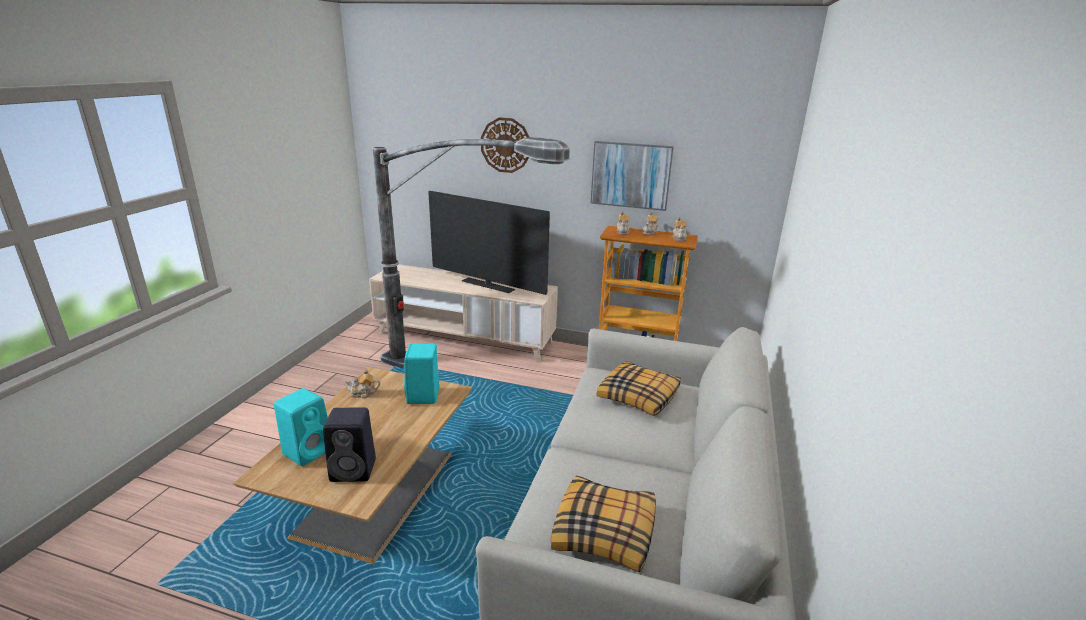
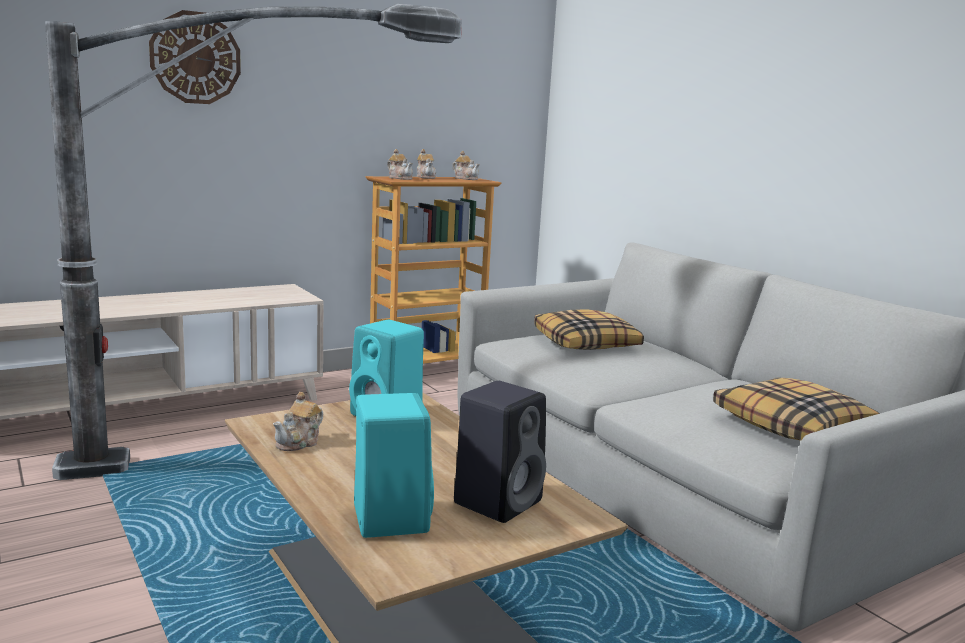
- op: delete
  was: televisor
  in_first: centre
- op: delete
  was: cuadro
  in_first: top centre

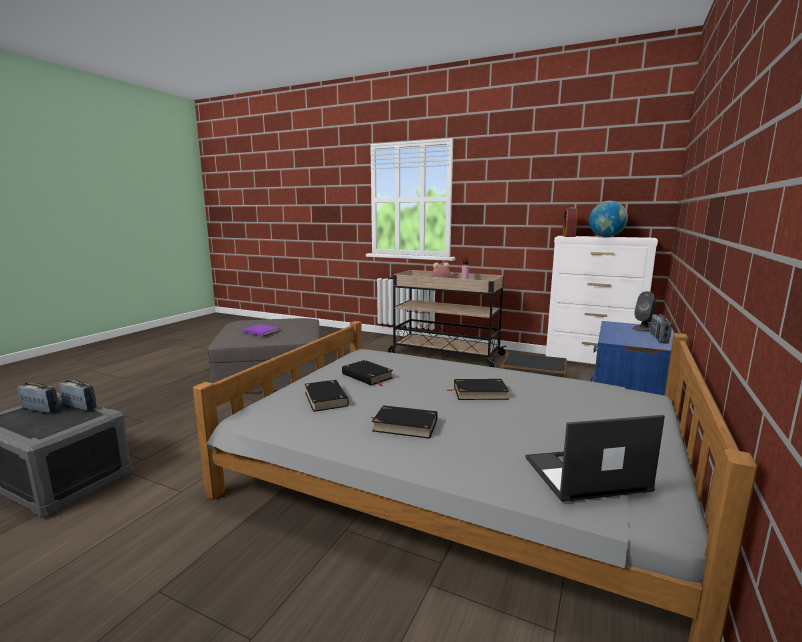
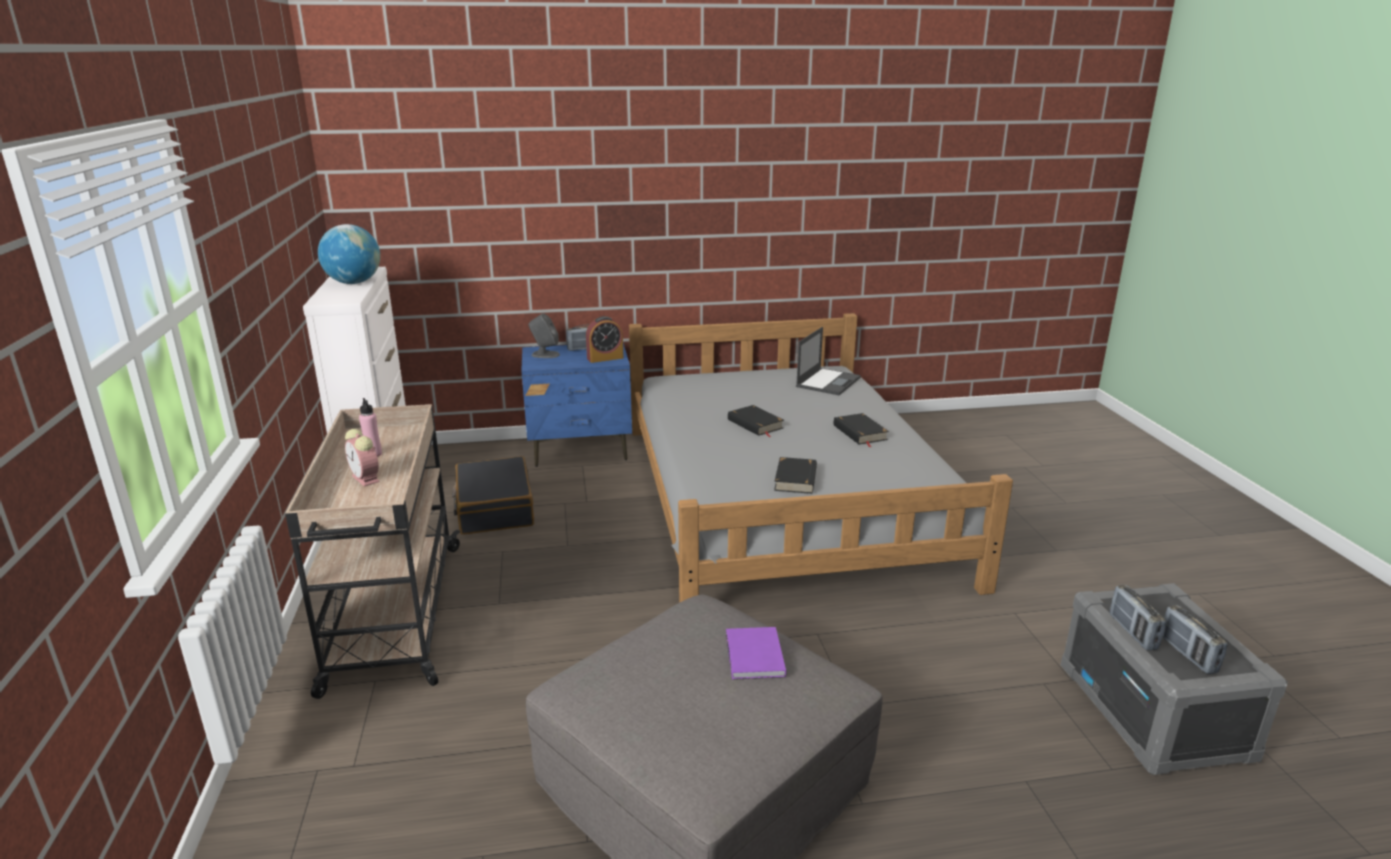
- op: delete
  was: libro (negro) (1st from left)
  in_first: centre
- op: rotate
  was: portátil
  in_first: bottom right
  in_second: centre
  clockwise: -105
- op: move
  was: despertador (2nd from left)
  in_first: middle right
  in_second: centre

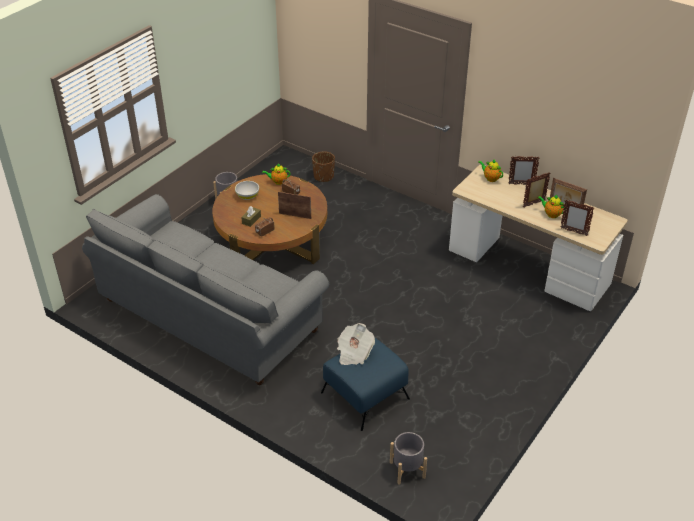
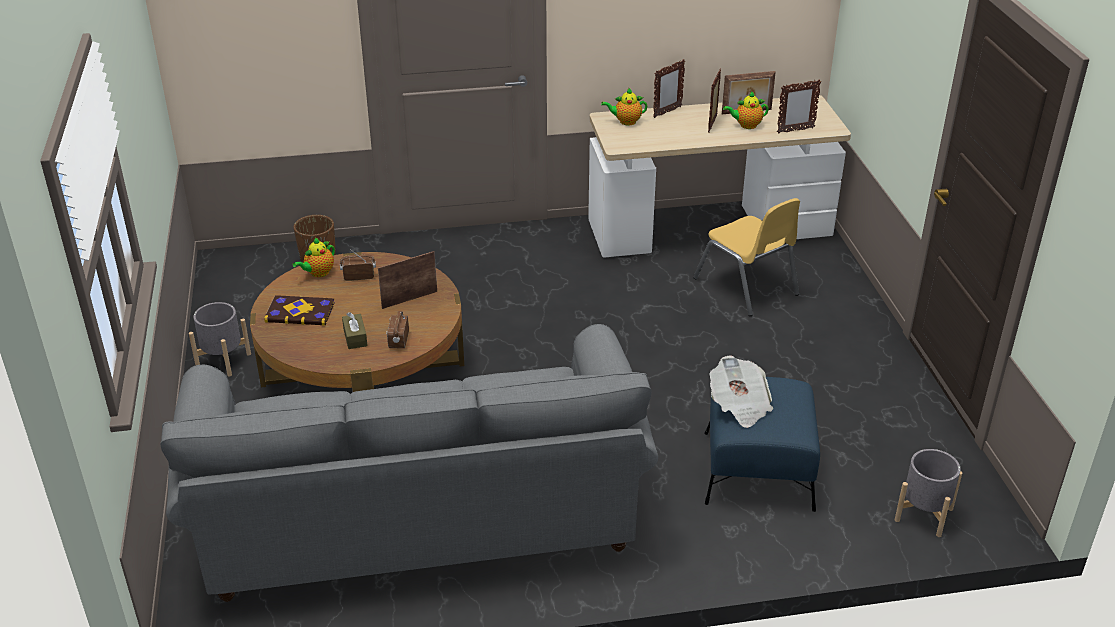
- op: replace
  was: cuenco (blanco)
  now: libro
  in_first: centre
  in_second: middle left
- op: insert
  now: silla (amarillo)
  in_second: middle right

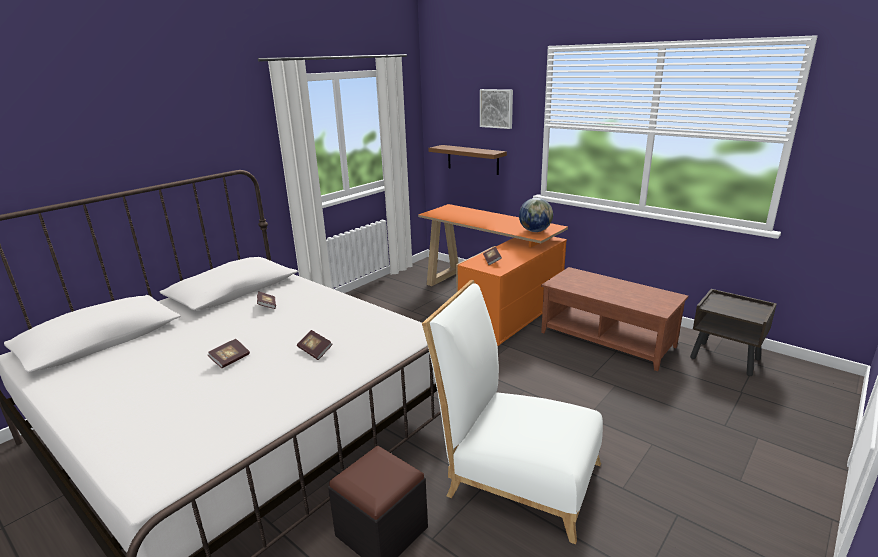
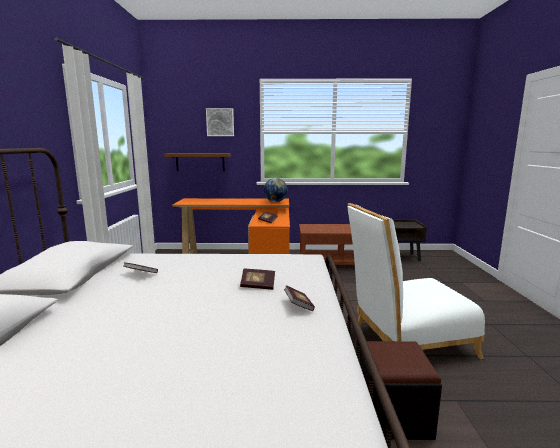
- op: move
  was: libro (1st from left in the first image)
  now: libro (4th from left)
  in_first: middle left
  in_second: centre

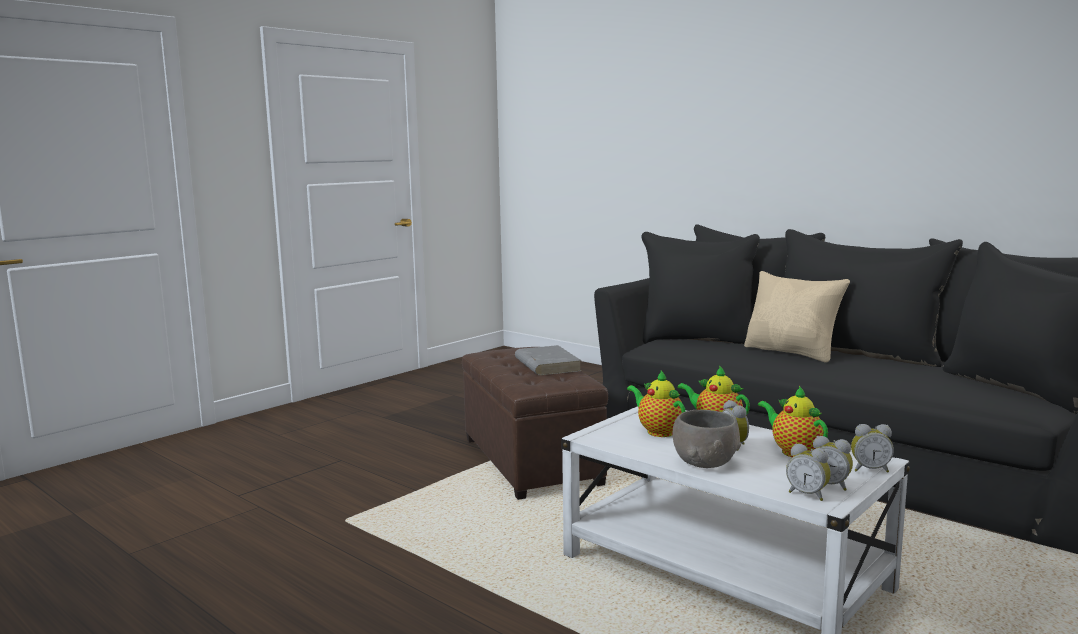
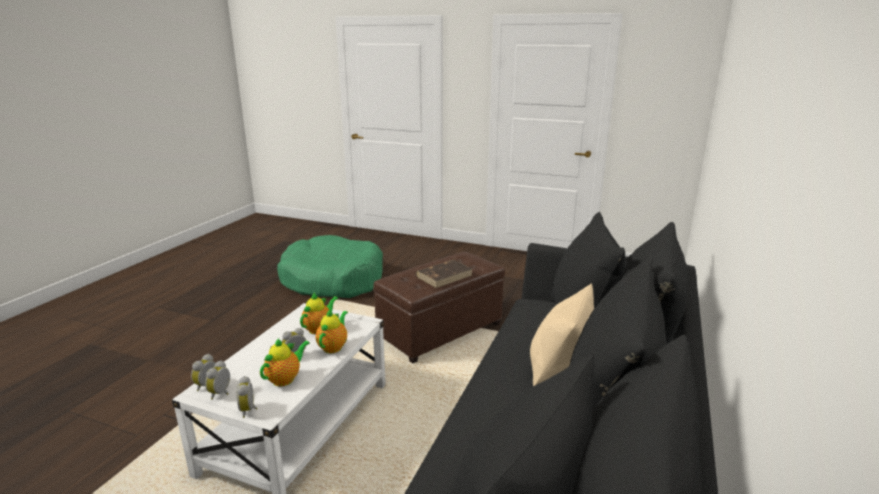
- op: recolor
  was: libro (gris)
  now: libro (marrón)
  in_first: centre
  in_second: centre
- op: delete
  was: cuenco (gris)
  in_first: bottom centre
- op: insert
  now: cama para perro (verde)
  in_second: centre

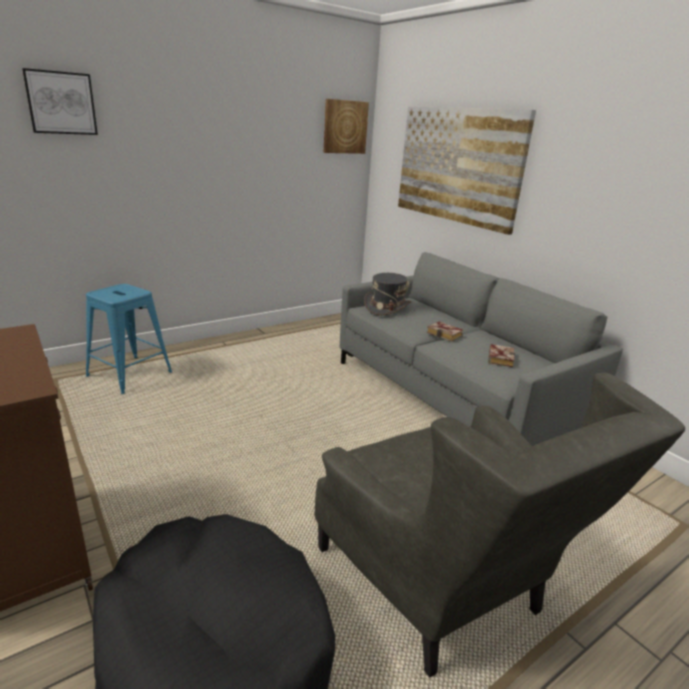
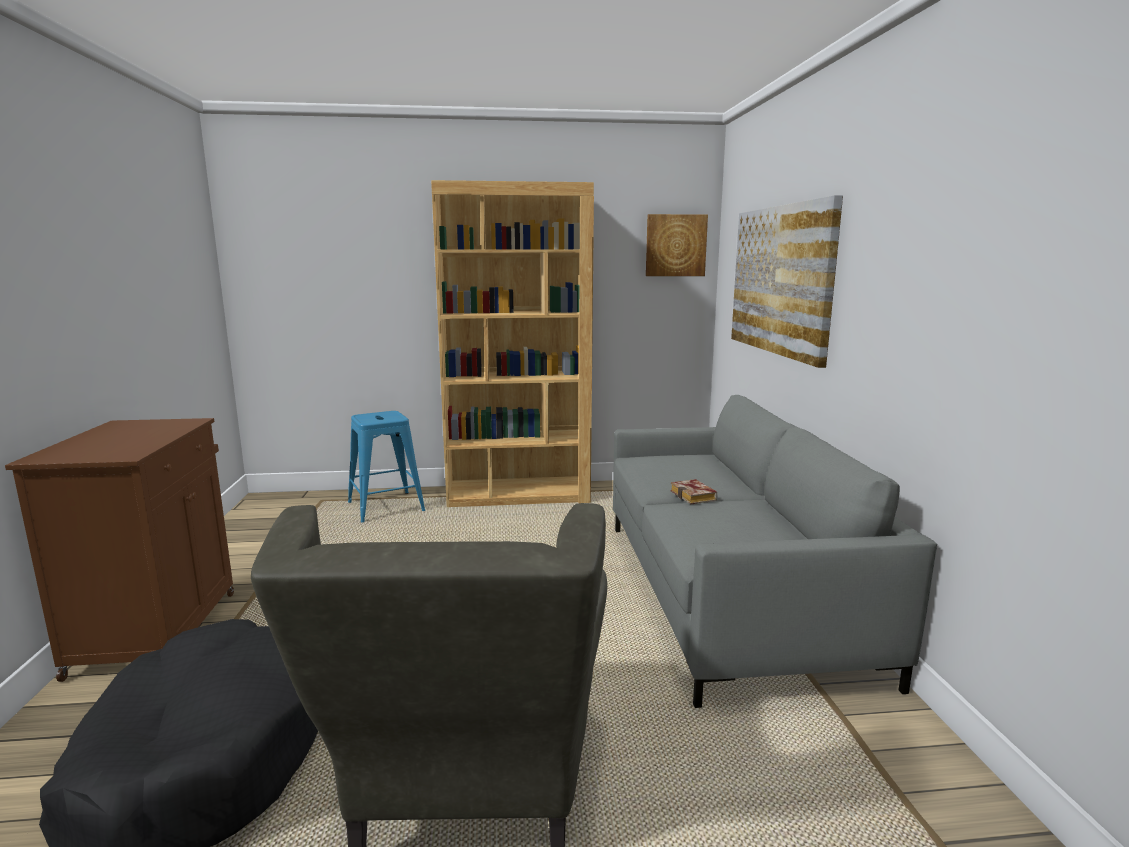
- op: delete
  was: cuadro (1st from left)
  in_first: top left
- op: delete
  was: sombrero (gris)
  in_first: centre
- op: delete
  was: libro (2nd from left)
  in_first: middle right
- op: insert
  now: estantería (marrón)
  in_second: centre

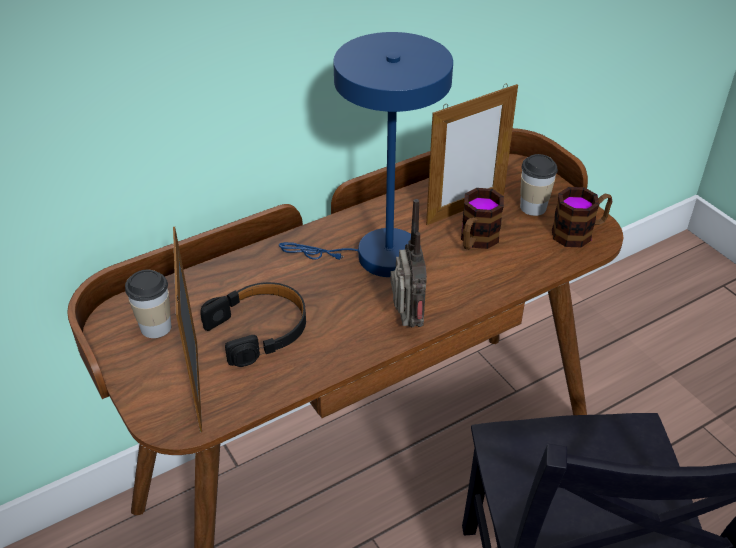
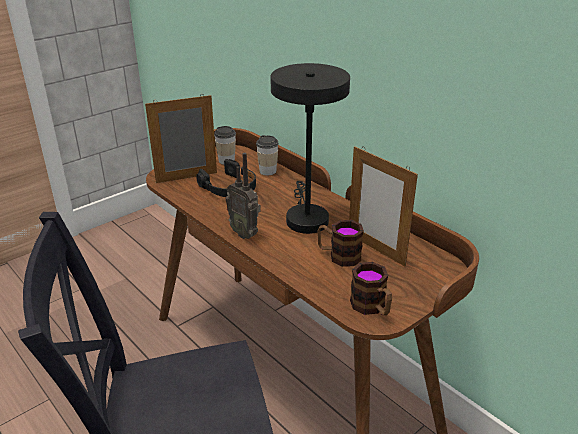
- op: recolor
  was: lámpara de mesa (azul)
  now: lámpara de mesa (negro)
  in_first: top centre
  in_second: centre
- op: rotate
  was: radio
  in_first: centre
  in_second: centre
  clockwise: 60
- op: move
  was: taza (2nd from left)
  in_first: middle right
  in_second: centre

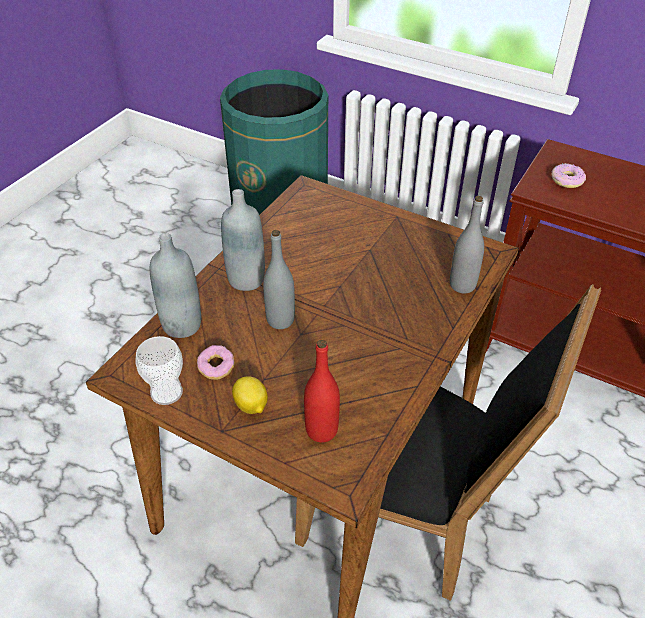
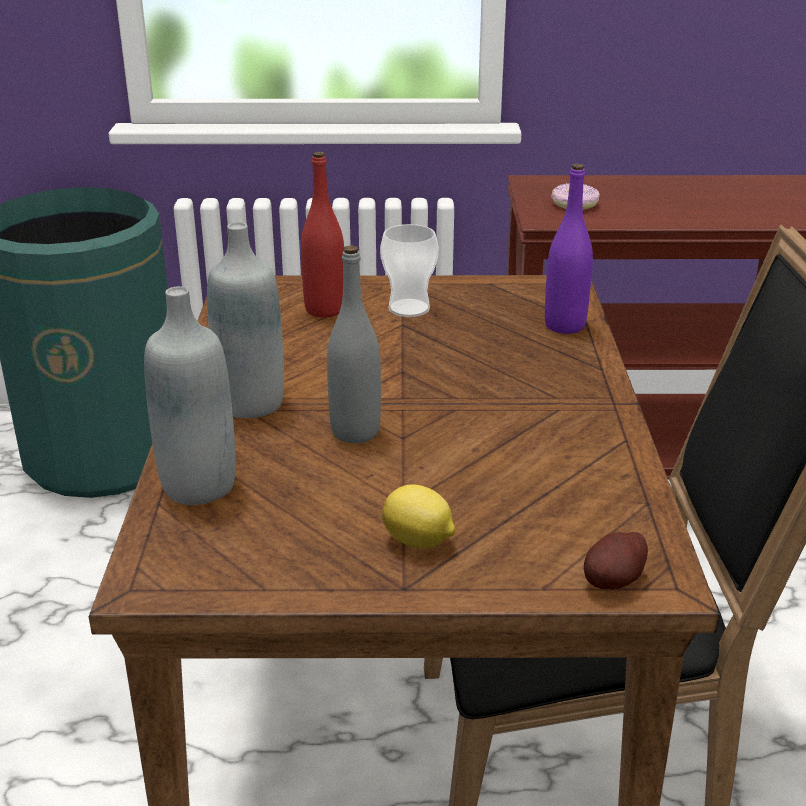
- op: move
  was: taza
  in_first: middle left
  in_second: centre
- op: delete
  was: rosquilla (1st from left)
  in_first: centre
- op: move
  was: botella (rojo)
  in_first: centre
  in_second: top centre
- op: recolor
  was: botella (gris) (4th from left)
  now: botella (morado)
  in_first: middle right
  in_second: top right
- op: insert
  now: patata
  in_second: bottom right

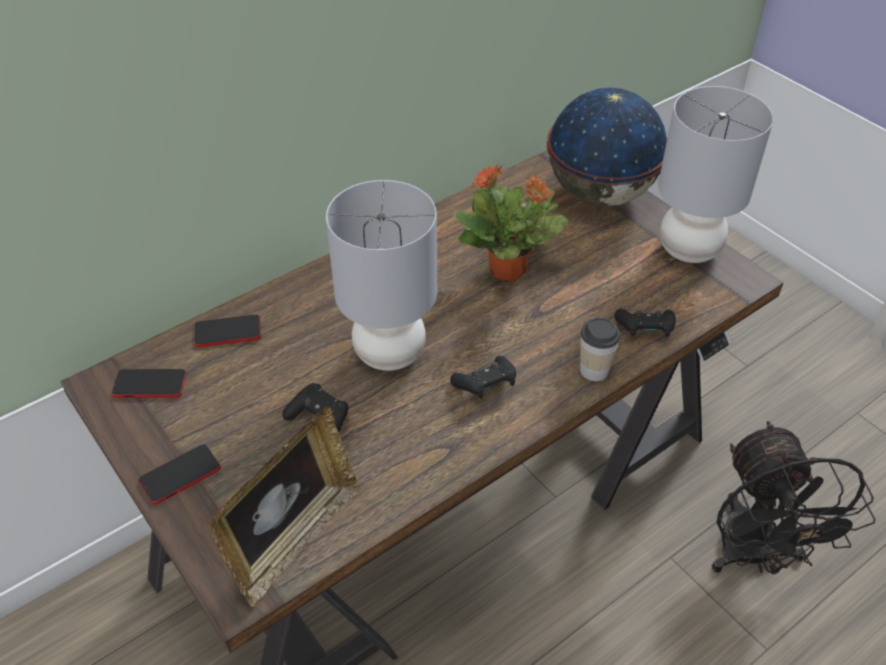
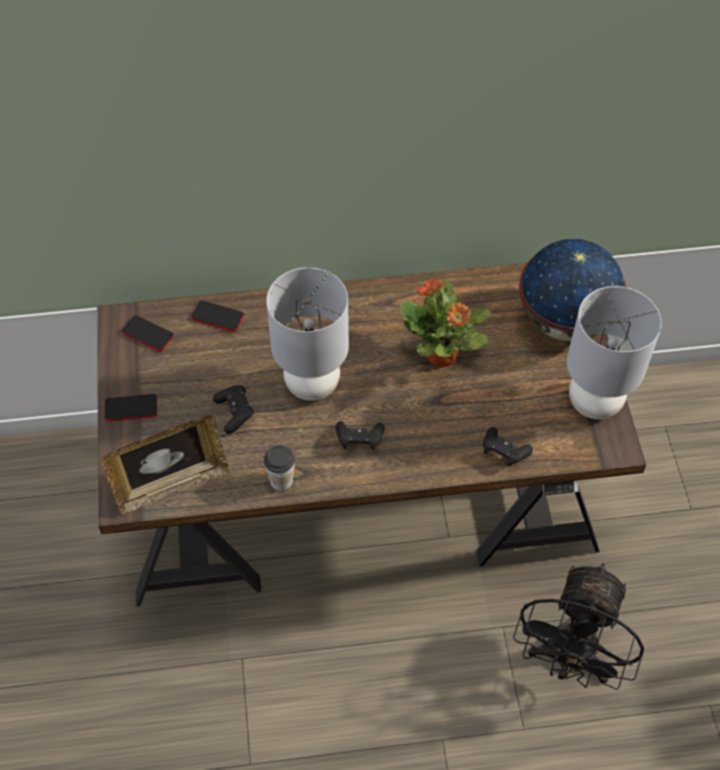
- op: move
  was: taza
  in_first: middle right
  in_second: centre

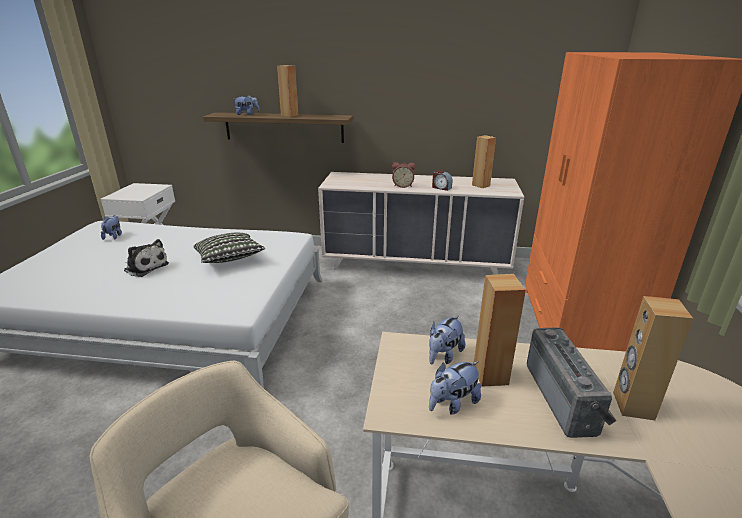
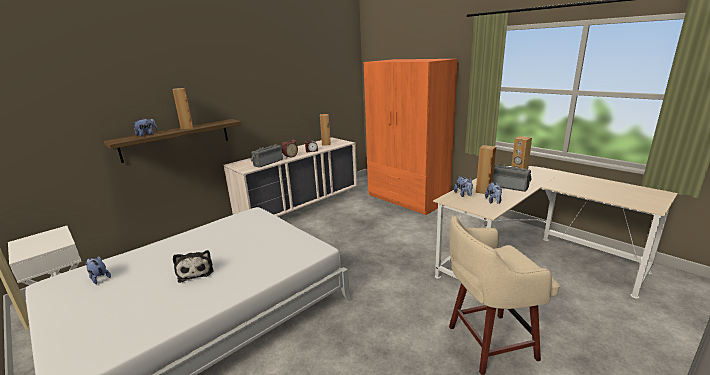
- op: rotate
  was: peluche (2nd from left in the first image)
  in_first: middle left
  in_second: bottom left
  clockwise: 90
- op: delete
  was: cojín
  in_first: middle left
- op: insert
  now: radio (1st from left)
  in_second: centre

